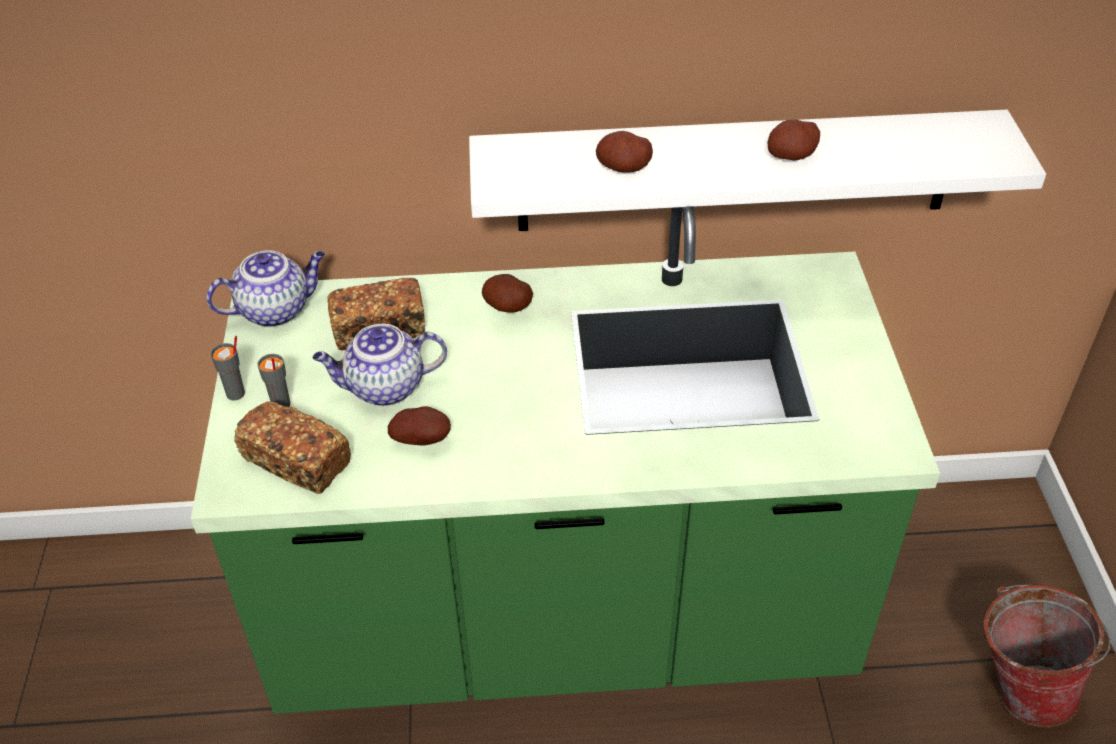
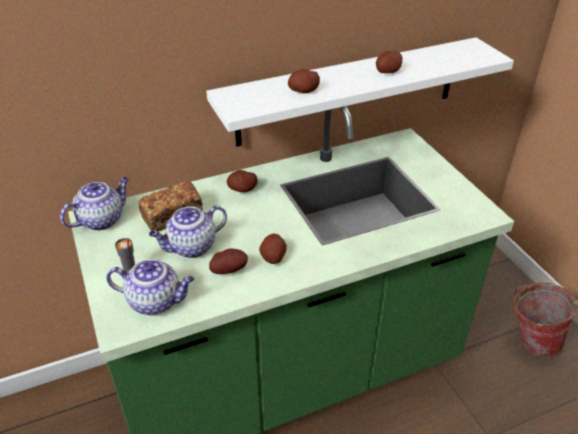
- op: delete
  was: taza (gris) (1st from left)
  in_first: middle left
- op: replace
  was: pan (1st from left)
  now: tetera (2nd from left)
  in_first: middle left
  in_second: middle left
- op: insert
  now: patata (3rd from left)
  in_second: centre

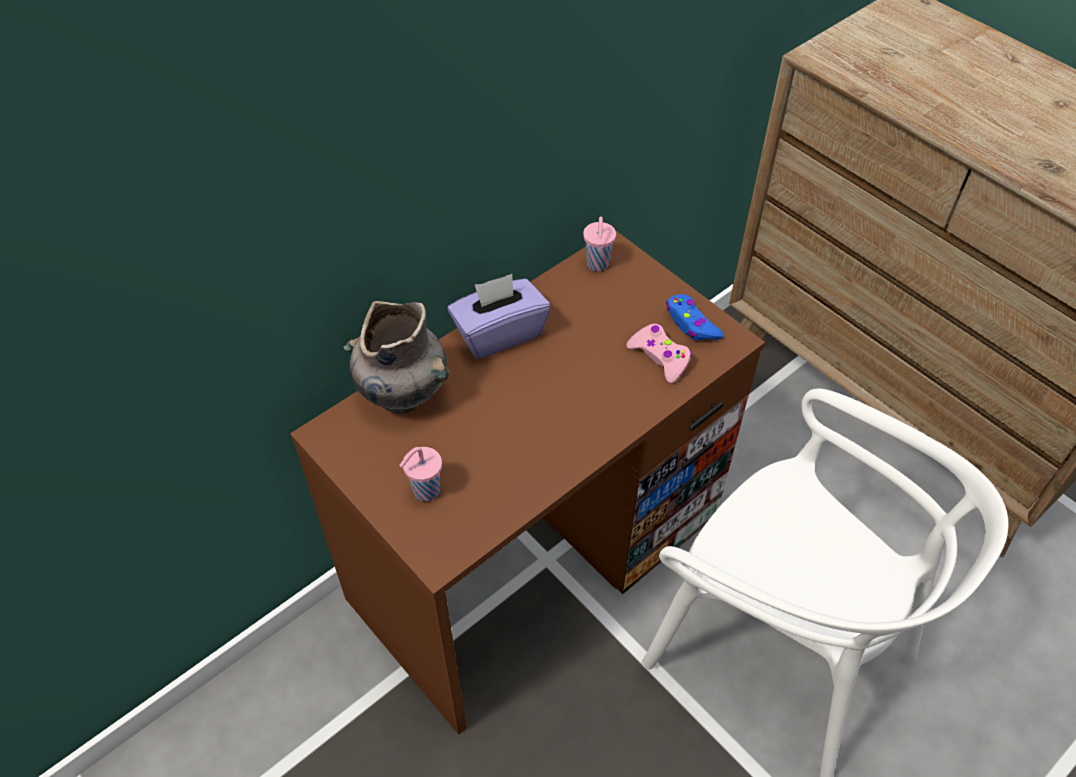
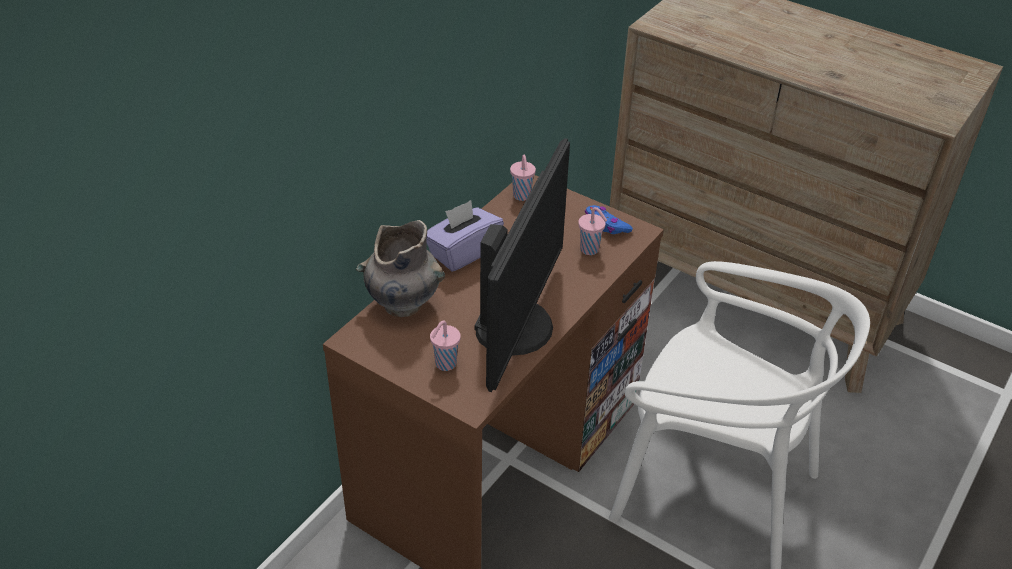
- op: replace
  was: mando de consola (rosa)
  now: taza (rosa) (3rd from left)
  in_first: centre
  in_second: centre
- op: insert
  now: monitor
  in_second: centre

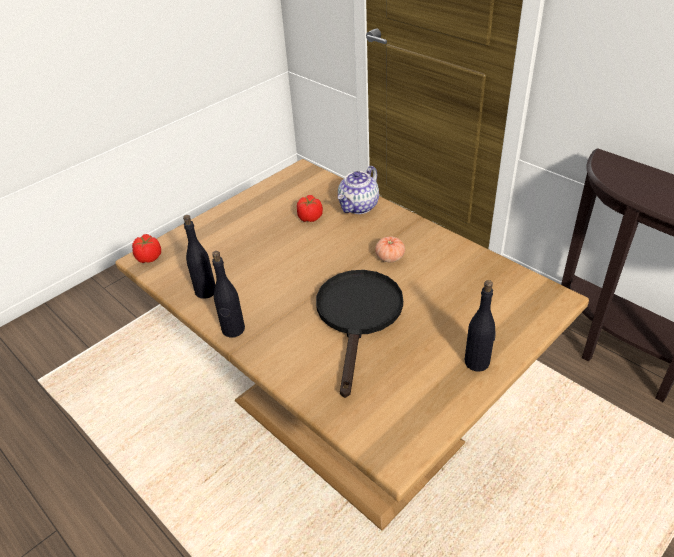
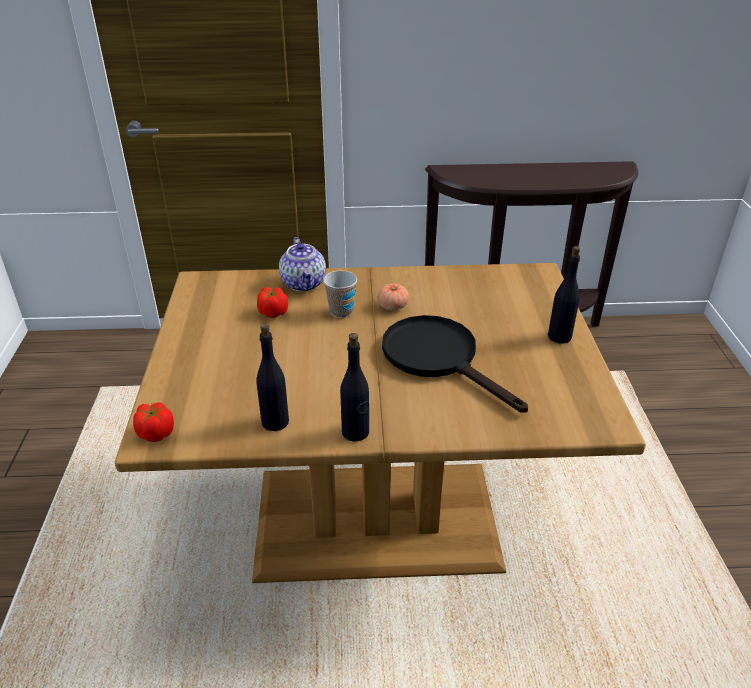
- op: insert
  now: taza
  in_second: centre

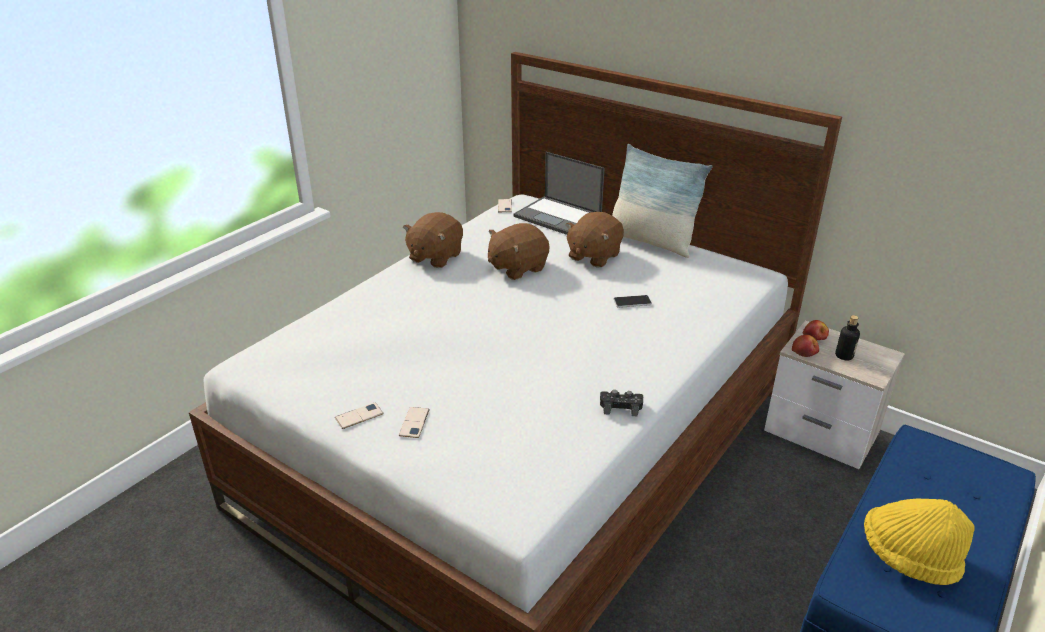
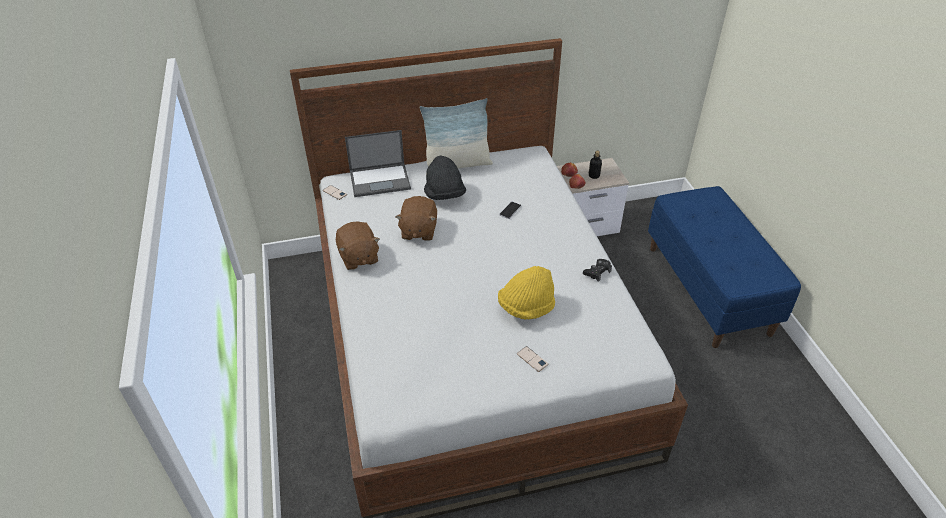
- op: delete
  was: móvil (1st from left)
  in_first: centre
- op: replace
  was: peluche (marrón) (3rd from left)
  now: sombrero (negro)
  in_first: centre
  in_second: centre
- op: move
  was: sombrero (amarillo)
  in_first: bottom right
  in_second: centre

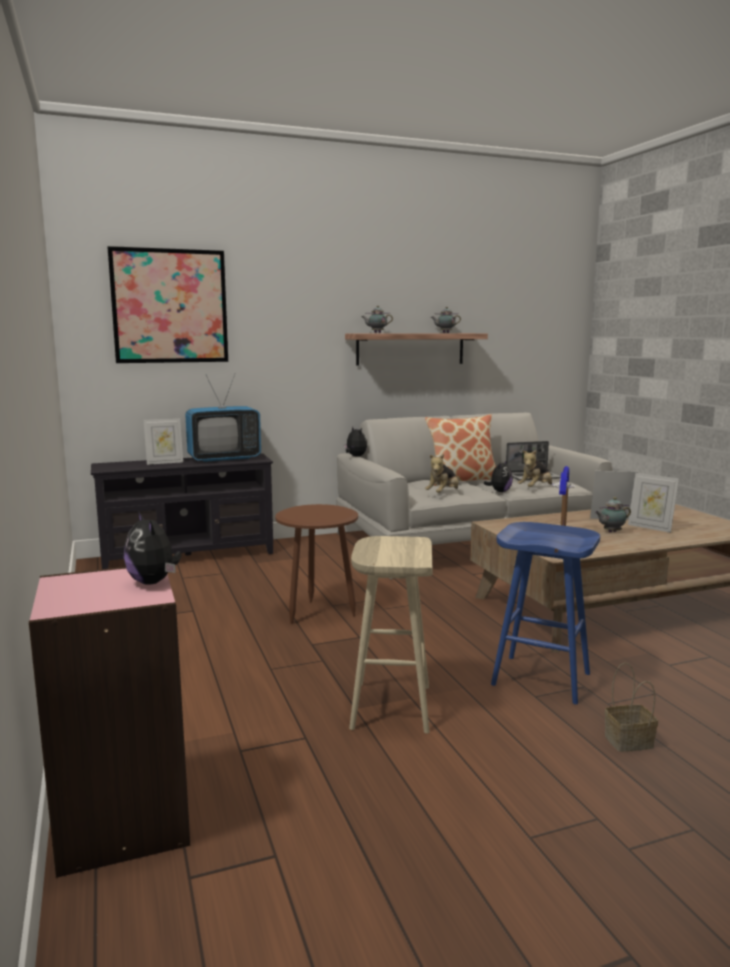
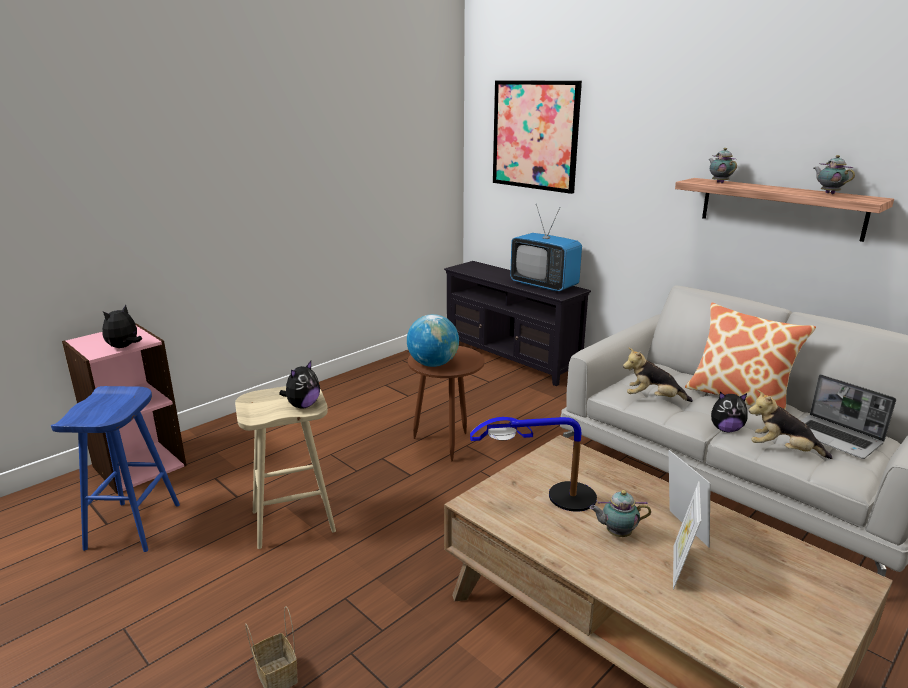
- op: delete
  was: portarretratos (1st from left)
  in_first: middle left
- op: move
  was: peluche (2nd from left)
  in_first: centre
  in_second: middle left
- op: move
  was: taburete (azul)
  in_first: middle right
  in_second: bottom left
- op: rotate
  was: tetera (3rd from left in the first image)
  in_first: middle right
  in_second: bottom right
  clockwise: -45
- op: insert
  now: globo terráqueo
  in_second: centre

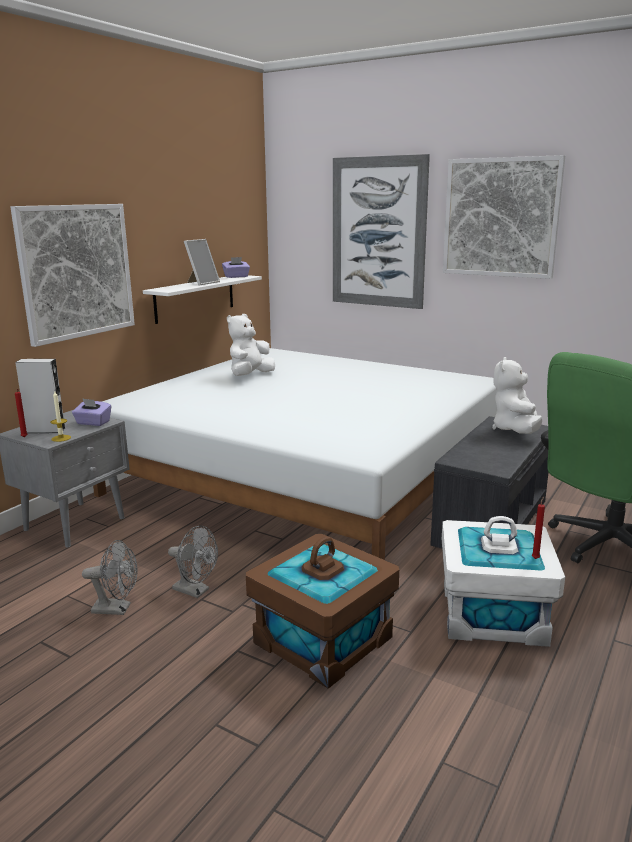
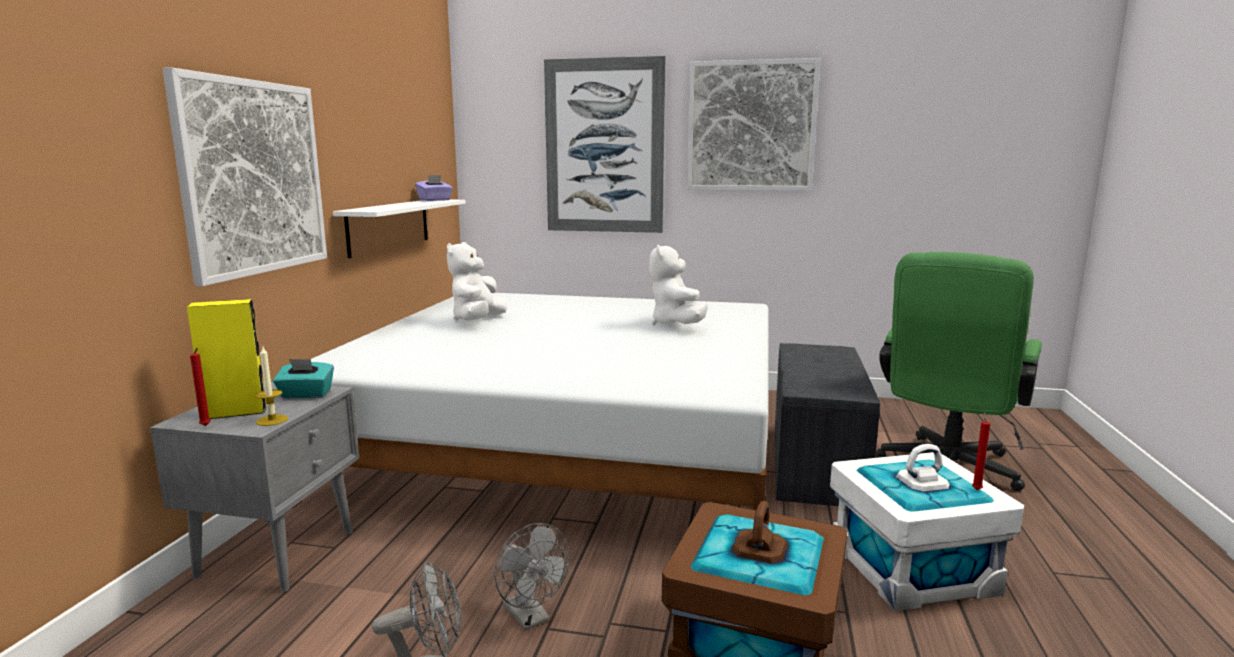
- op: recolor
  was: altavoz (gris)
  now: altavoz (amarillo)
  in_first: middle left
  in_second: middle left
- op: recolor
  was: caja de pañuelos (morado) (1st from left)
  now: caja de pañuelos (turquesa)
  in_first: middle left
  in_second: middle left
- op: rotate
  was: ventilador (gris) (2nd from left)
  in_first: bottom left
  in_second: bottom centre
  clockwise: 45
- op: delete
  was: portarretratos
  in_first: top left
- op: move
  was: peluche (blanco) (2nd from left)
  in_first: middle right
  in_second: centre

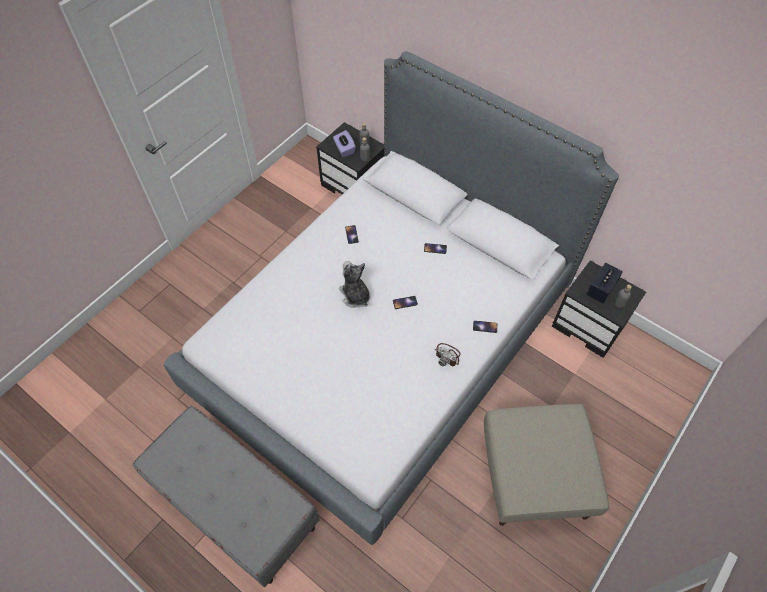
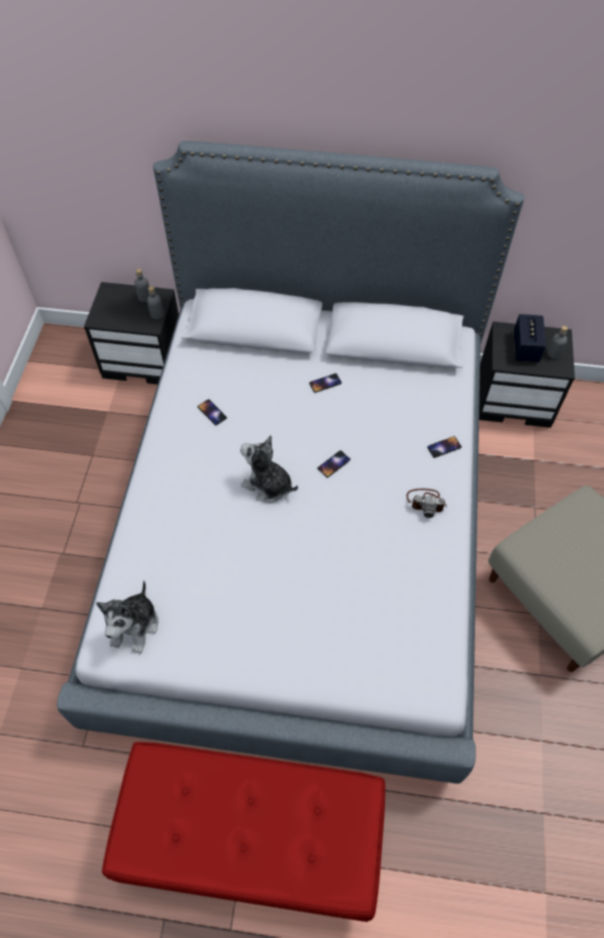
- op: recolor
  was: banco (gris)
  now: banco (rojo)
  in_first: bottom left
  in_second: bottom centre
- op: delete
  was: caja de pañuelos (morado)
  in_first: top centre
- op: insert
  now: peluche (1st from left)
  in_second: middle left

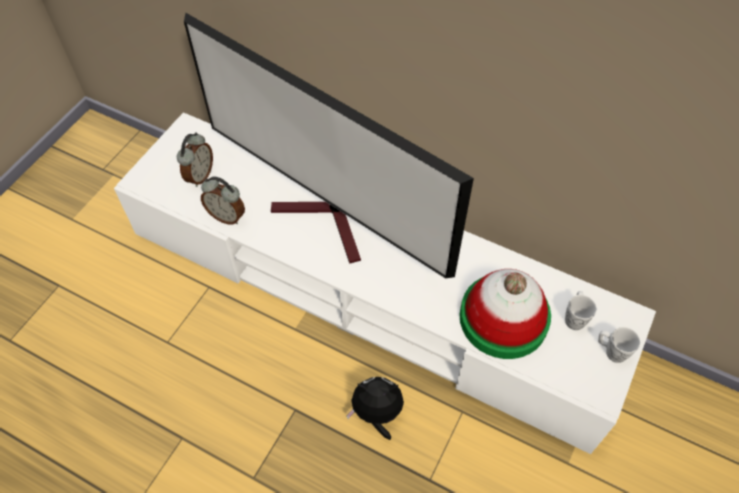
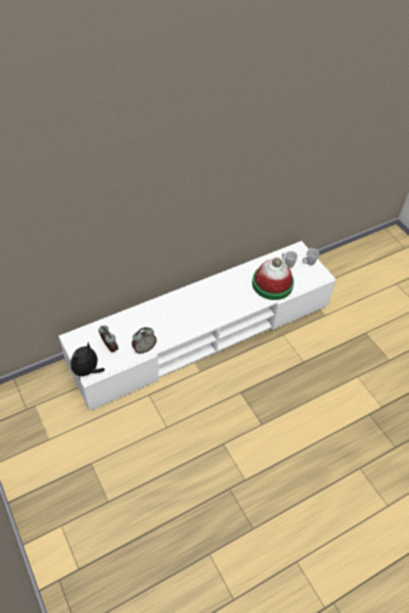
- op: delete
  was: televisor
  in_first: top centre
- op: move
  was: peluche
  in_first: bottom centre
  in_second: middle left

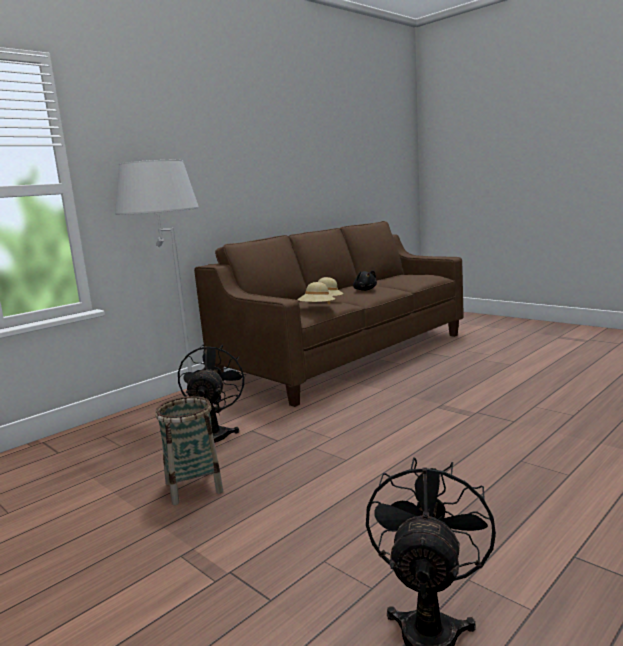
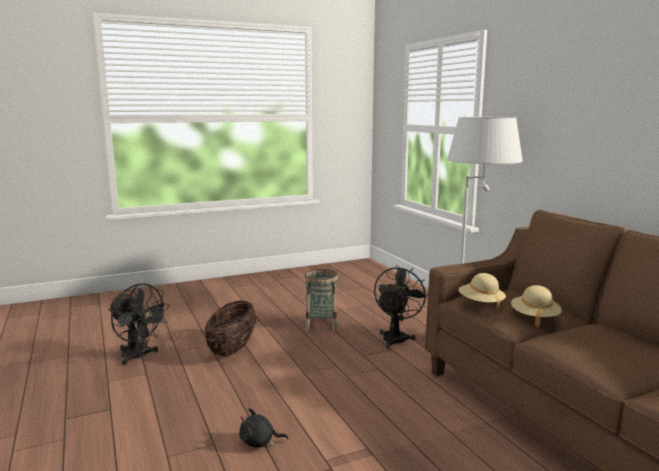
- op: rotate
  was: ventilador (negro) (1st from left in the first image)
  in_first: centre
  in_second: centre
  clockwise: -90
- op: move
  was: peluche (negro)
  in_first: centre
  in_second: bottom centre
- op: insert
  now: cesta (1st from left)
  in_second: bottom centre

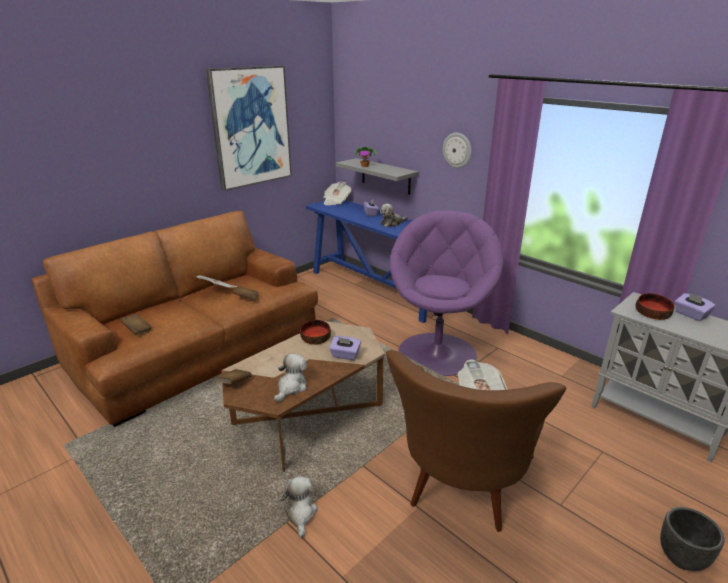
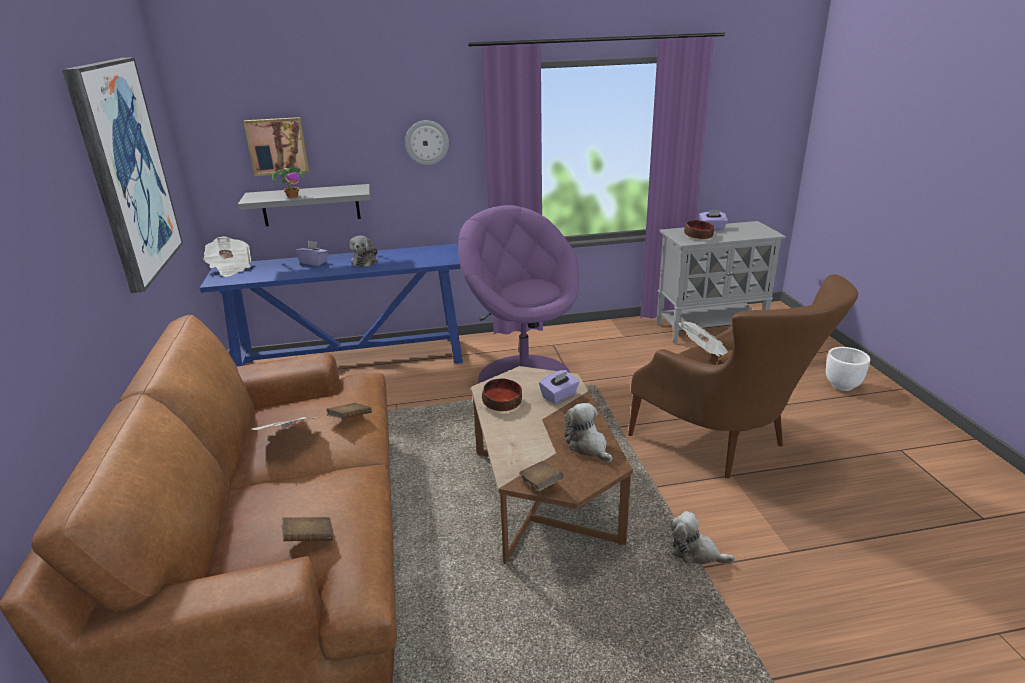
- op: recolor
  was: maceta (negro)
  now: maceta (blanco)
  in_first: bottom right
  in_second: middle right
- op: insert
  now: cuadro (2nd from left)
  in_second: top left

